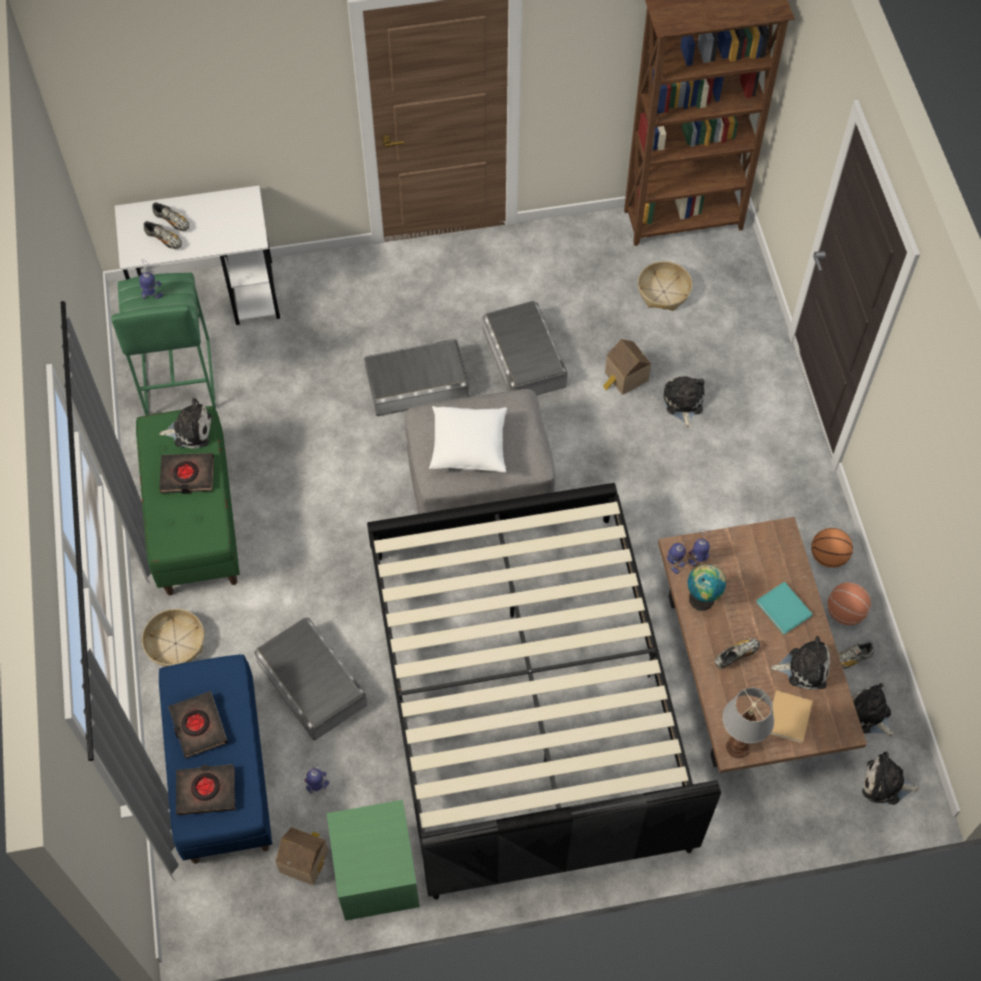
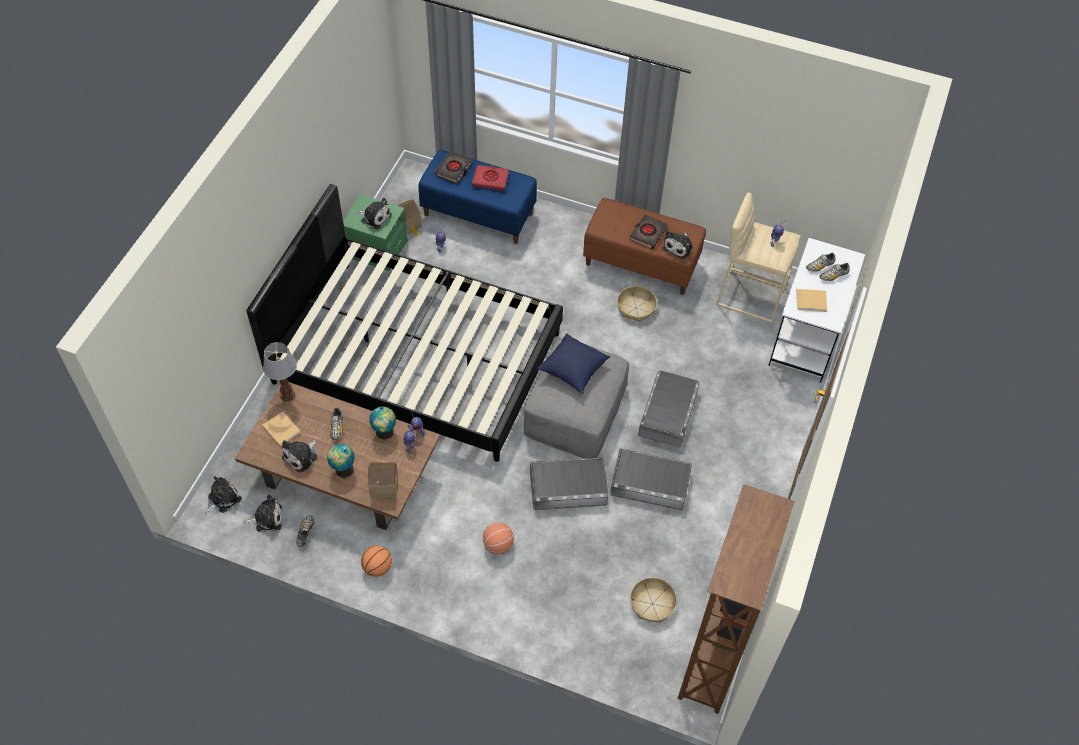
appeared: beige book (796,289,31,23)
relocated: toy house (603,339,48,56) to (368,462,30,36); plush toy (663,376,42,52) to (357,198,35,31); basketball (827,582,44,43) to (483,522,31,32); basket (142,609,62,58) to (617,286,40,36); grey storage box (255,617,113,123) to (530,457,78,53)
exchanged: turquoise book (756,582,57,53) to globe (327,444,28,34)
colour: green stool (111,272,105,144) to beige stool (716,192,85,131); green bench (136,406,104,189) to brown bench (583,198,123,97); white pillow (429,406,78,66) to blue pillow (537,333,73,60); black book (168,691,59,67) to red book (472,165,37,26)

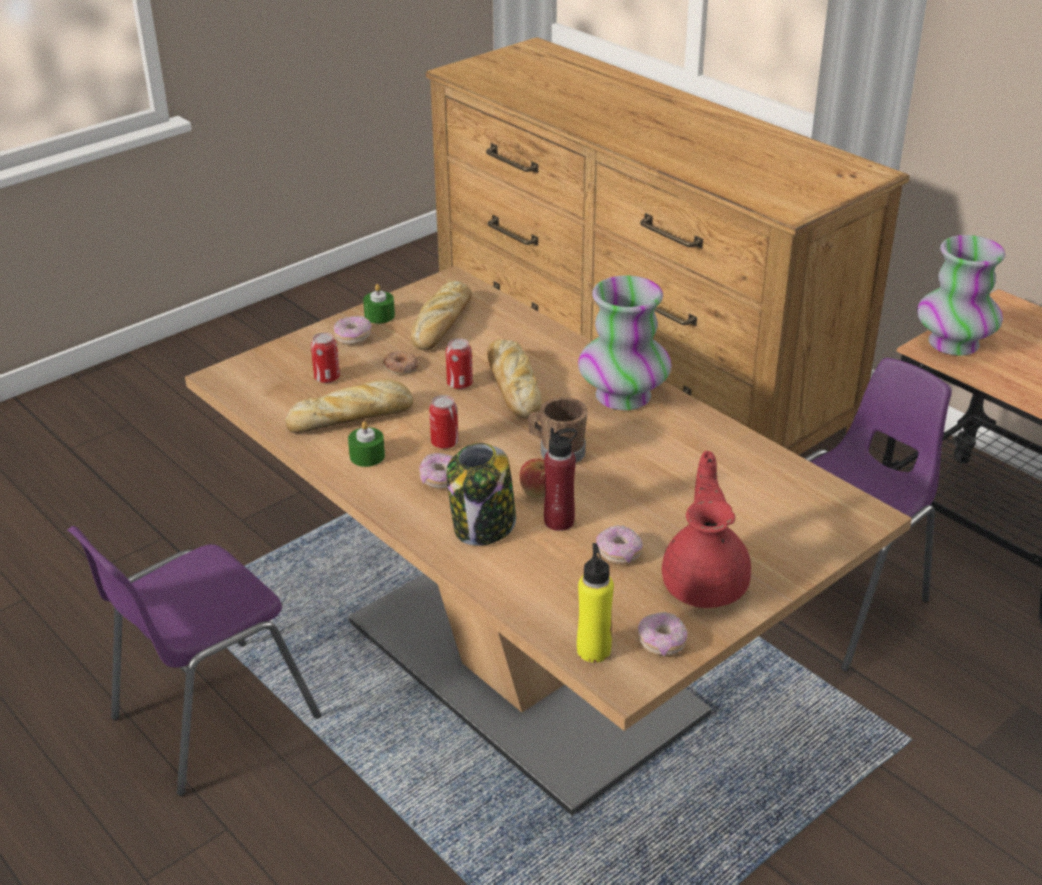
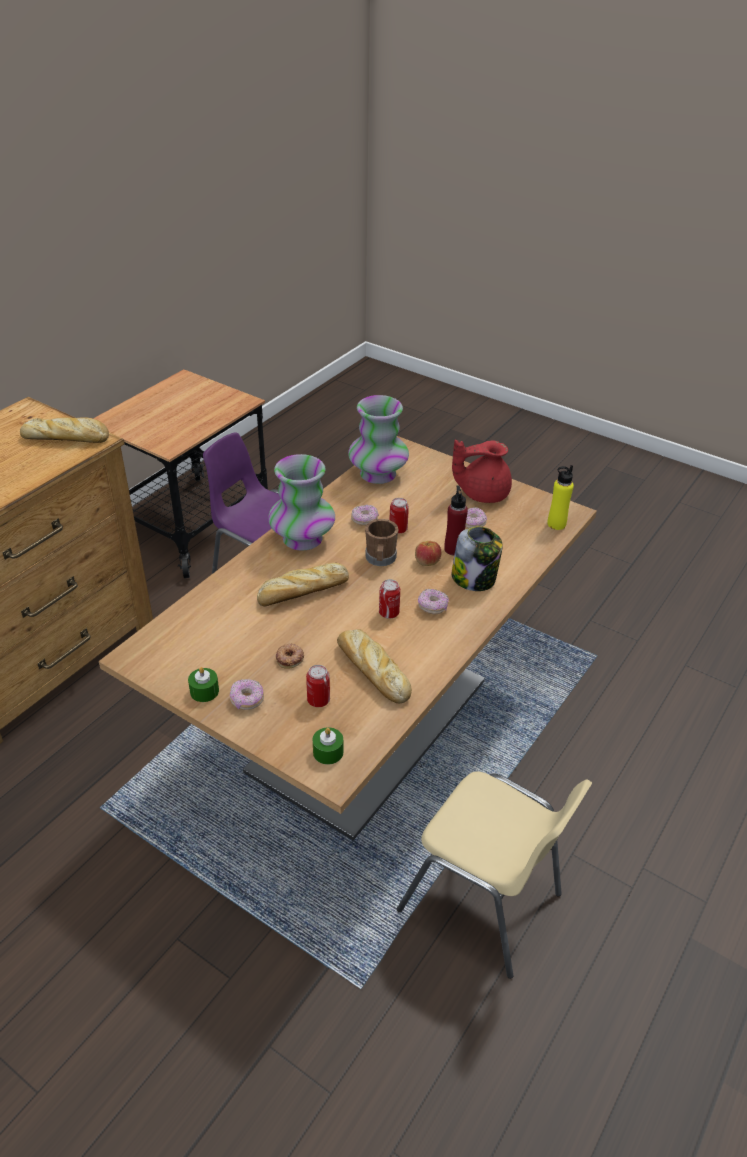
relocated: vase (917,235,88,121) to (348,395,61,89); bread (411,281,61,69) to (20,417,89,26); can (446,338,27,51) to (389,498,20,36); green candle (348,421,37,46) to (313,727,30,38); donut (638,612,50,44) to (351,505,28,21)
colour: purple chair (67,526,254,270) to beige chair (397,771,195,208)

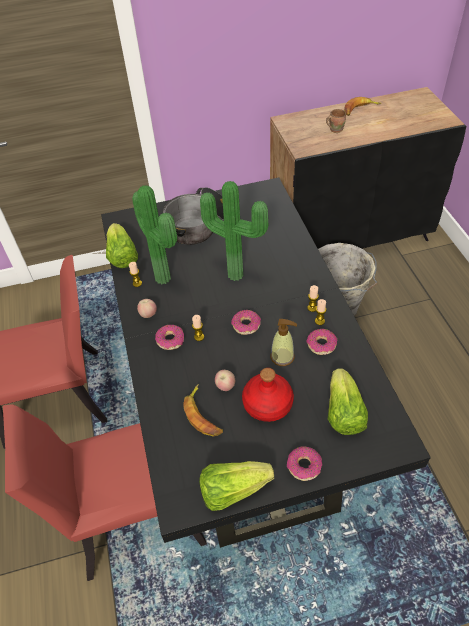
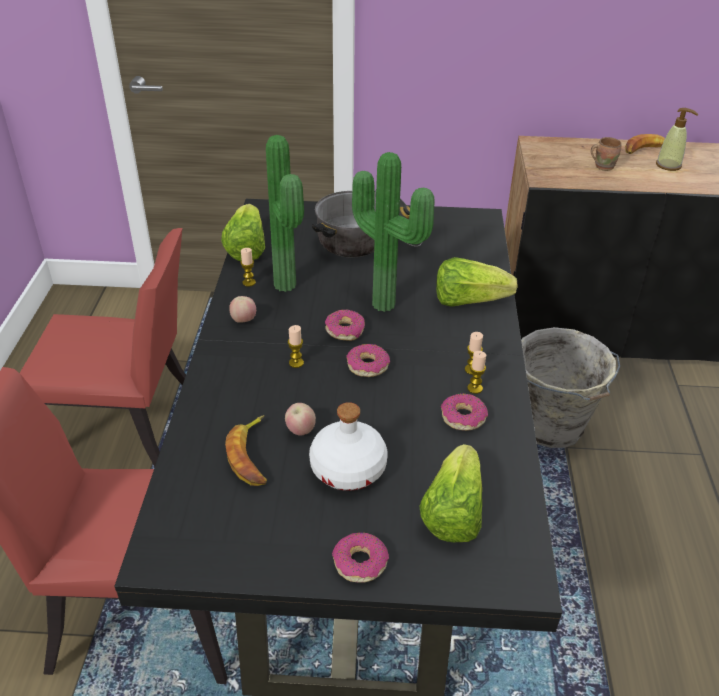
relocated: soap dispenser (271,319,26,47) to (656,108,42,63); donut (155,325,29,25) to (325,310,40,31); lettuce (199,461,75,50) to (436,257,82,50)
colour: red bottle (242,368,52,54) to white bottle (309,402,78,89)

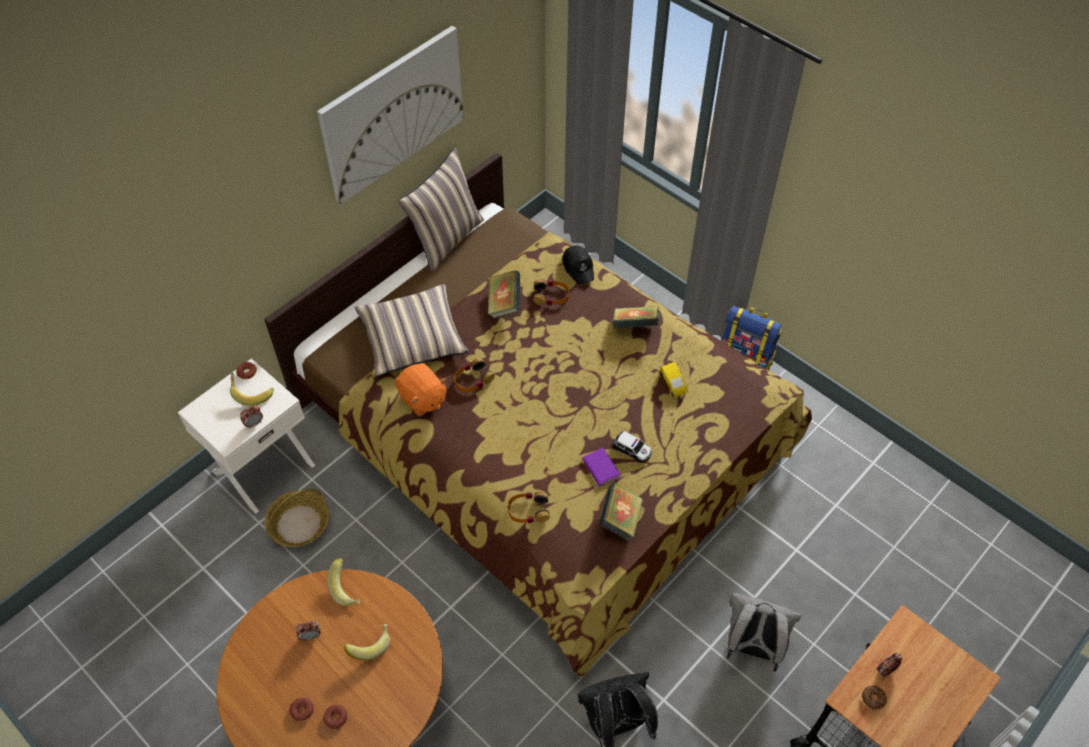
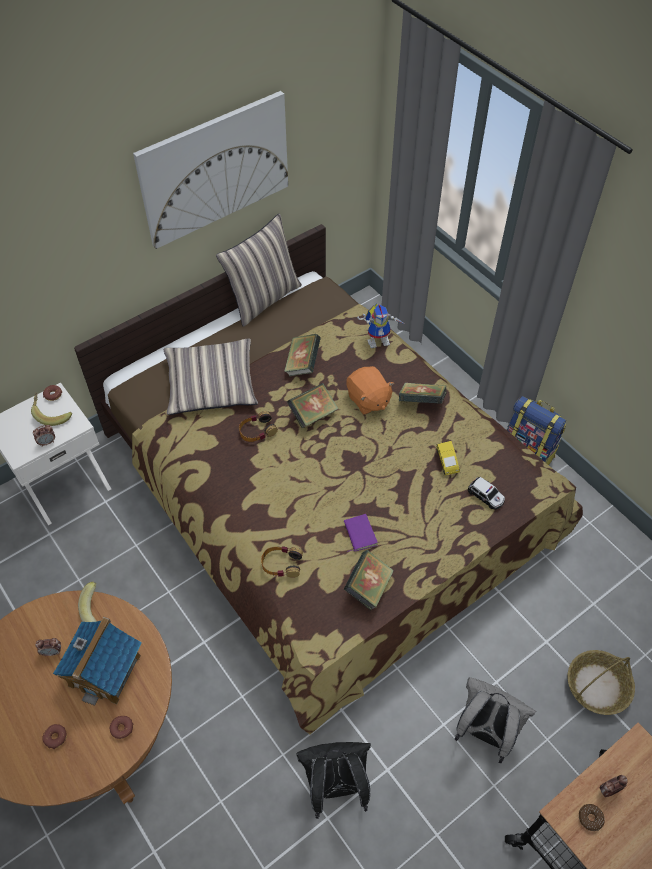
missing: headphones (533,279,36,26)
appeared: book (287,383,51,46)
relocated: orange plush toy (395,363,52,53) to (346,366,48,49); toy car (613,431,39,32) to (468,477,37,33); basket (265,489,64,58) to (568,650,67,65); donut (289,698,24,23) to (110,716,23,23)
exchanged: black cap (562,246,32,38) to toy robot (357,304,49,44); banana (344,624,46,36) to toy house (53,617,89,89)

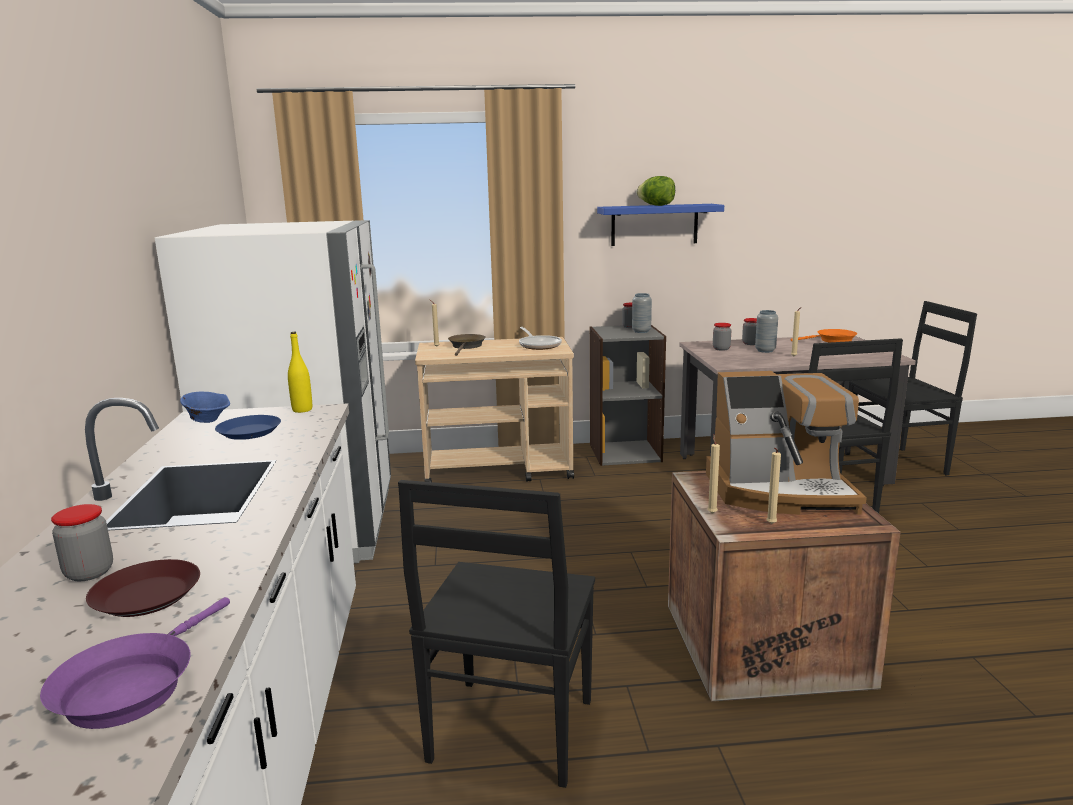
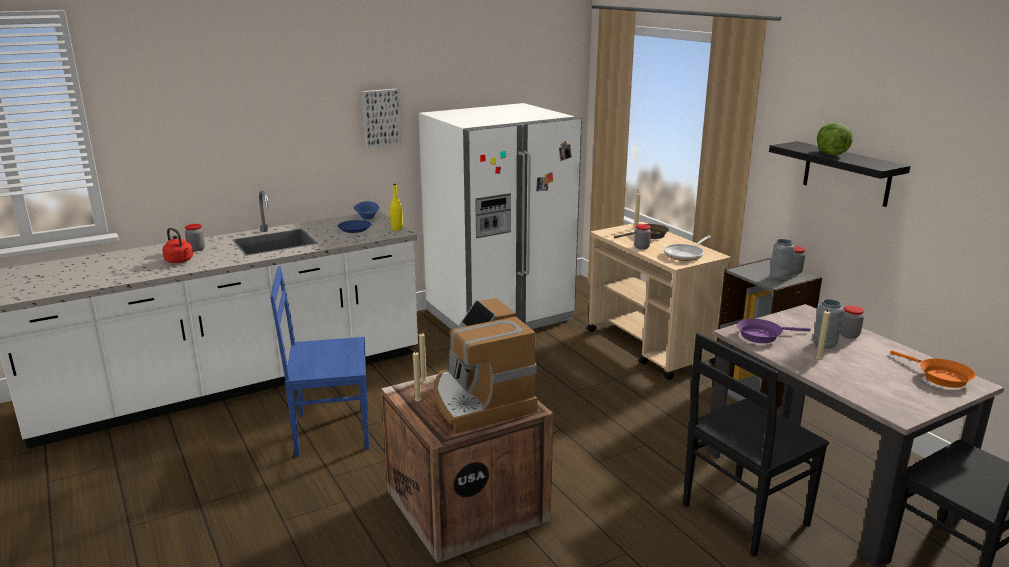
appeared: picture (362,89,39,59)
relocated: jar (713,323,18,28) to (634,224,17,26); purple frying pan (40,597,190,132) to (737,319,74,24)
exchanged: brown plate (86,559,114,58) to red kettle (162,228,31,35)
colour: blue shelf (597,204,127,42) to black shelf (769,141,141,66); black chair (398,480,197,308) to blue chair (270,266,99,191)

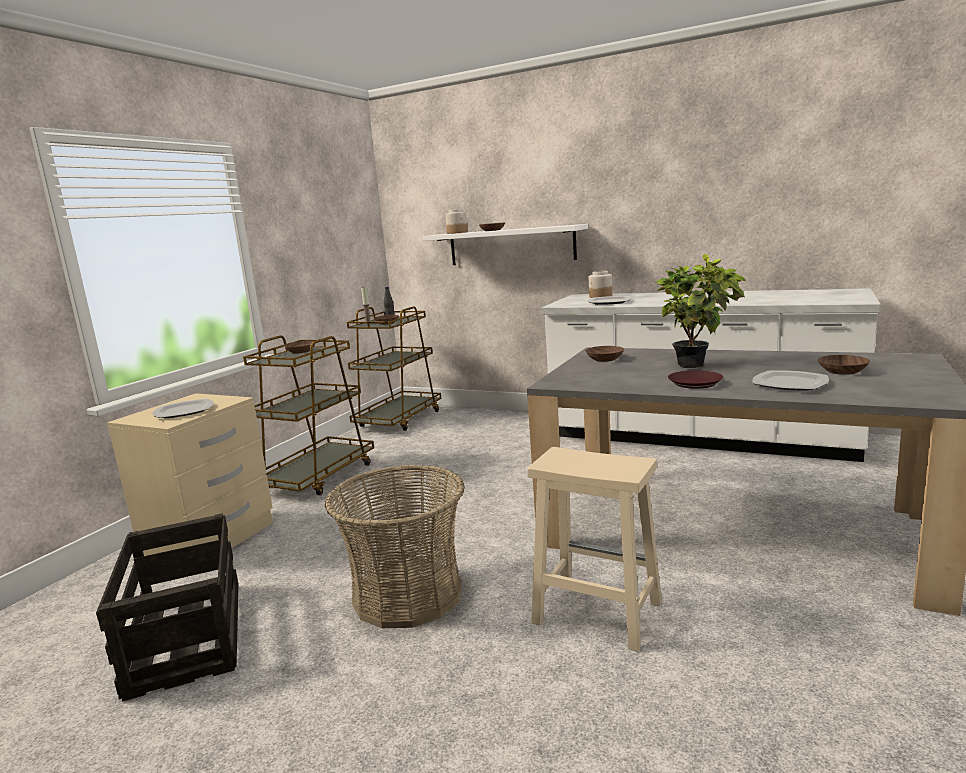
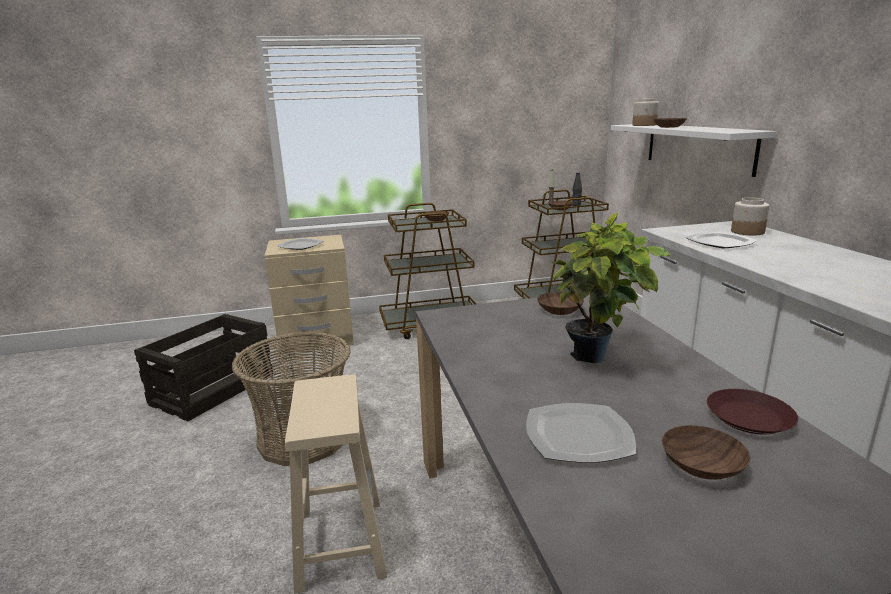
relocated: brown plate (668,370,55,19) to (707,389,91,45)

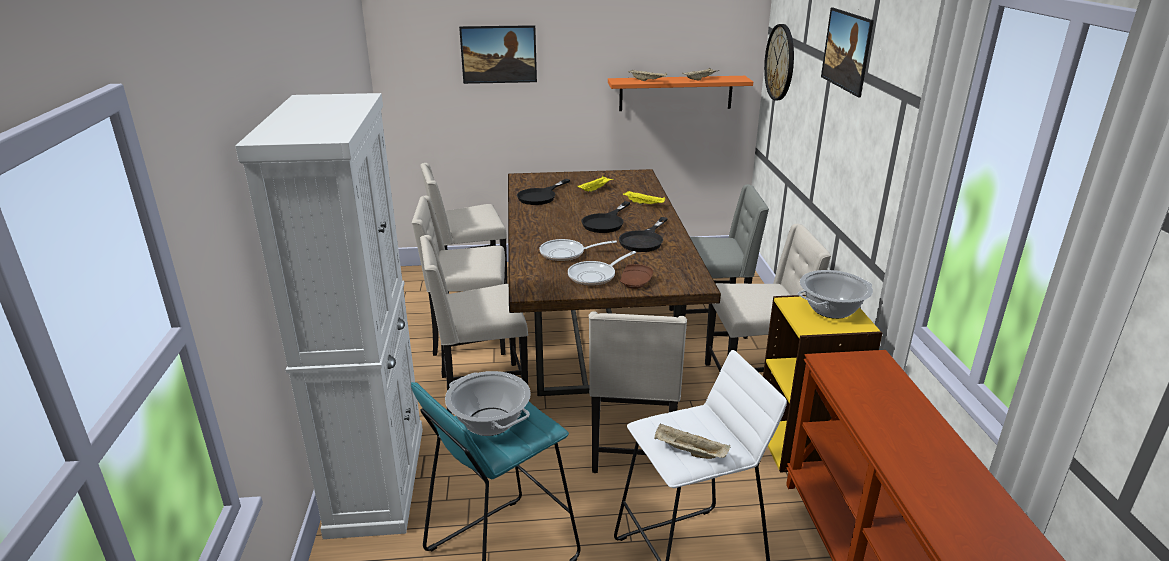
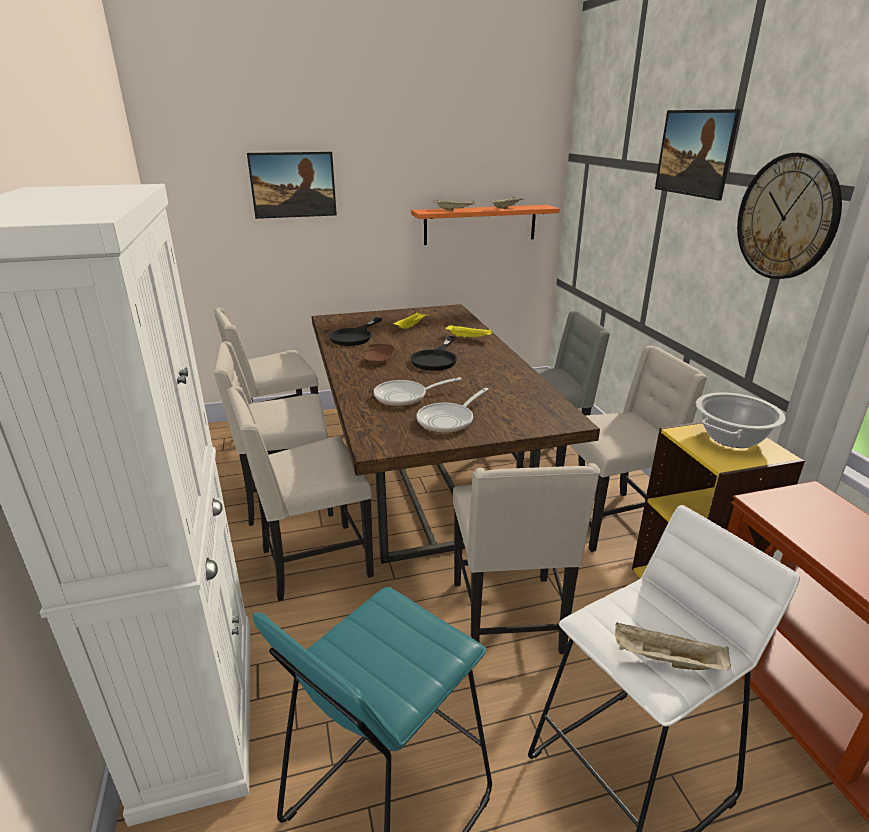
missing: black frying pan (619,217,49,35); cooking pot (445,371,86,65)
relocated: wall clock (764,24,30,76) to (737,153,105,126); brown plate (619,264,34,25) to (364,344,31,21)

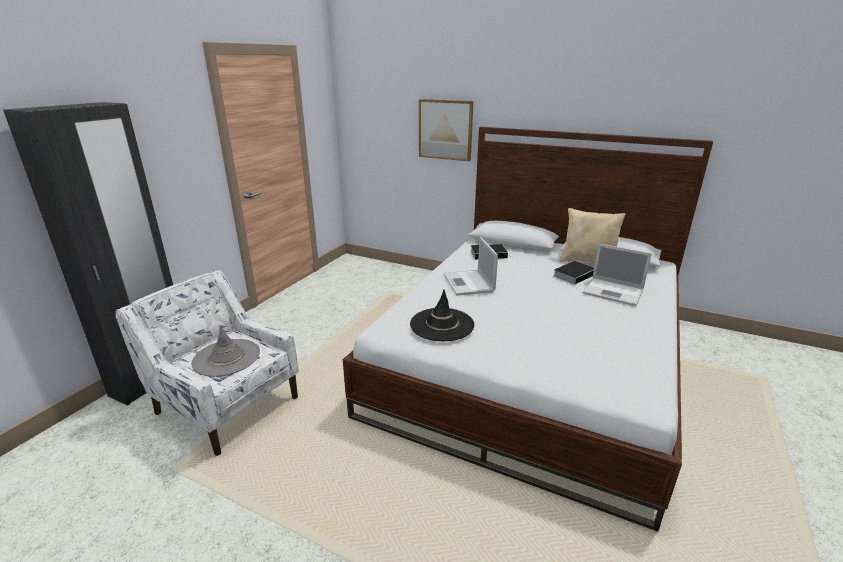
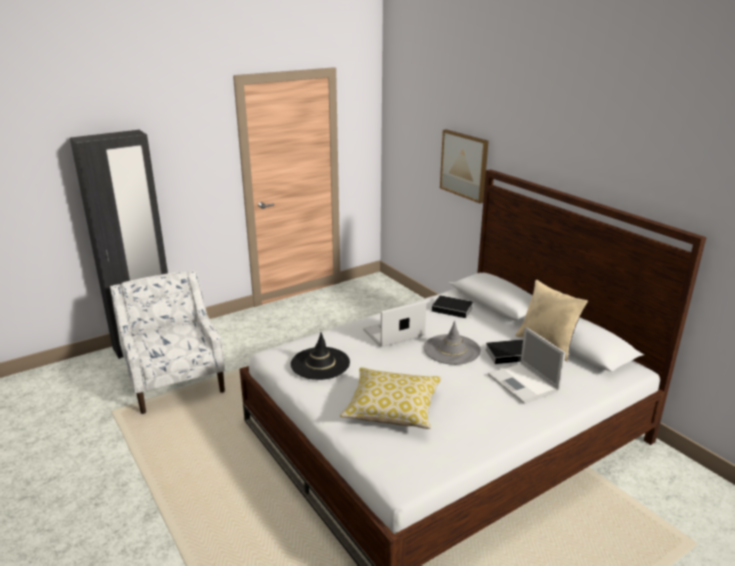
appeared: pillow (340,367,101,62)
relocated: grey hat (191,325,69,52) to (424,321,57,44)
spun: laptop (444,237,54,59) = (363,301,63,46) 45 degrees clockwise

